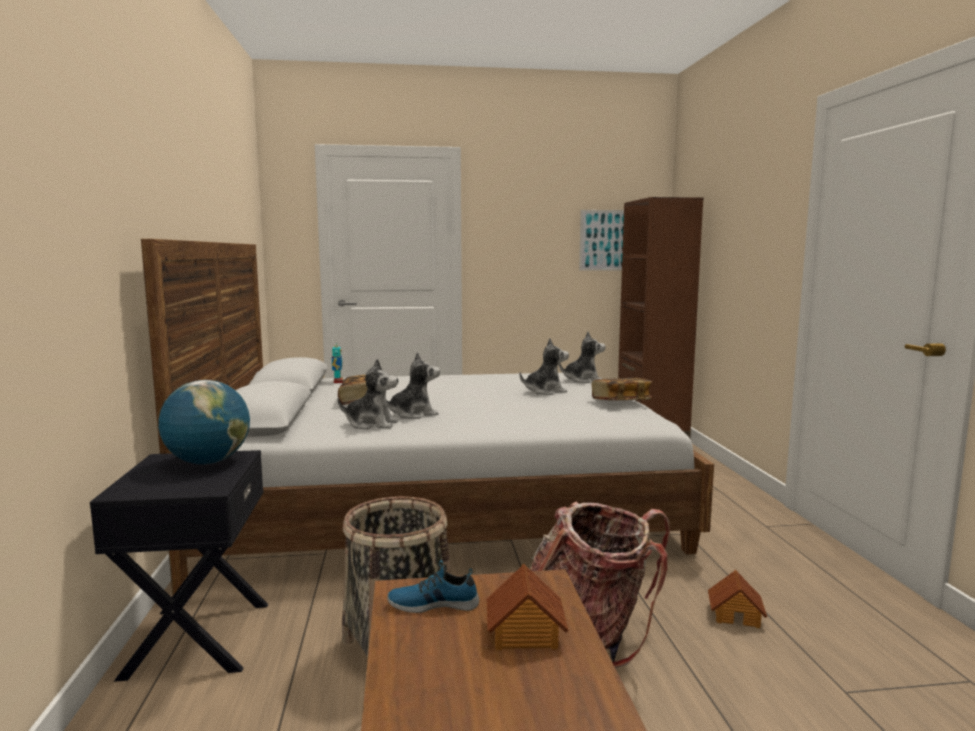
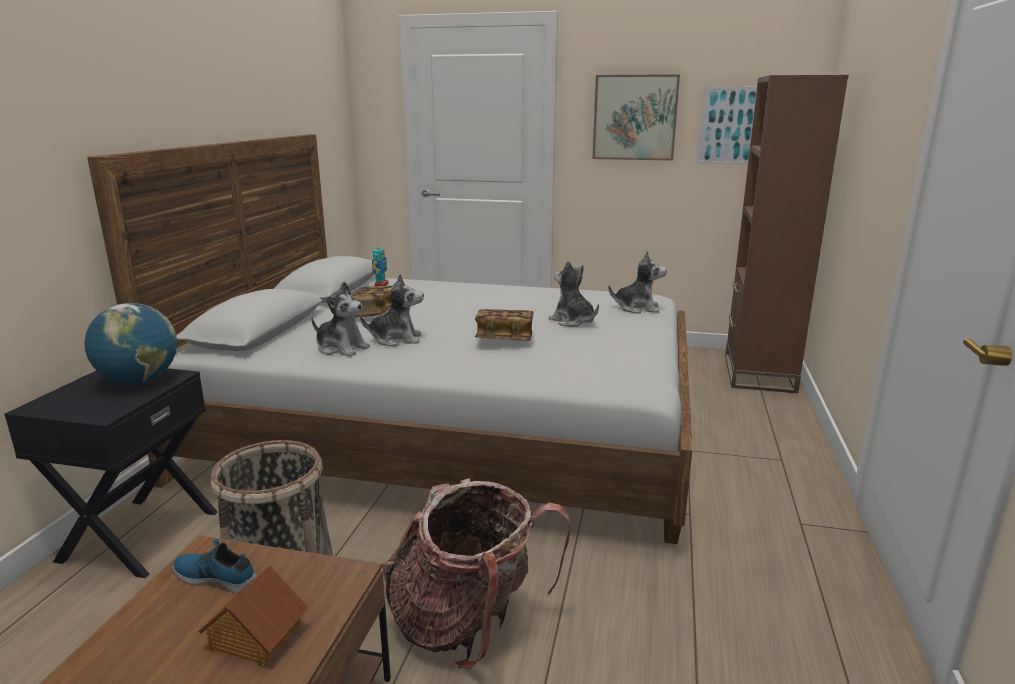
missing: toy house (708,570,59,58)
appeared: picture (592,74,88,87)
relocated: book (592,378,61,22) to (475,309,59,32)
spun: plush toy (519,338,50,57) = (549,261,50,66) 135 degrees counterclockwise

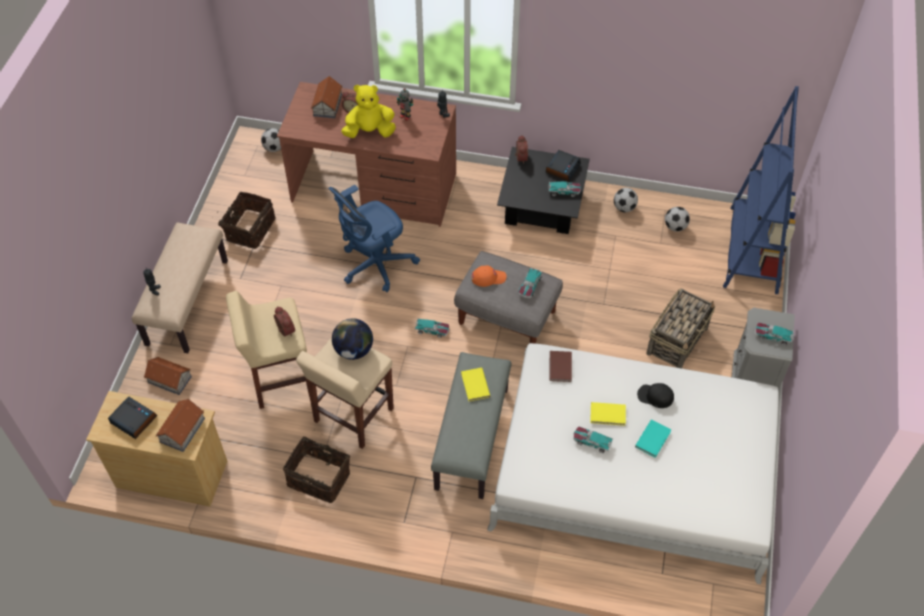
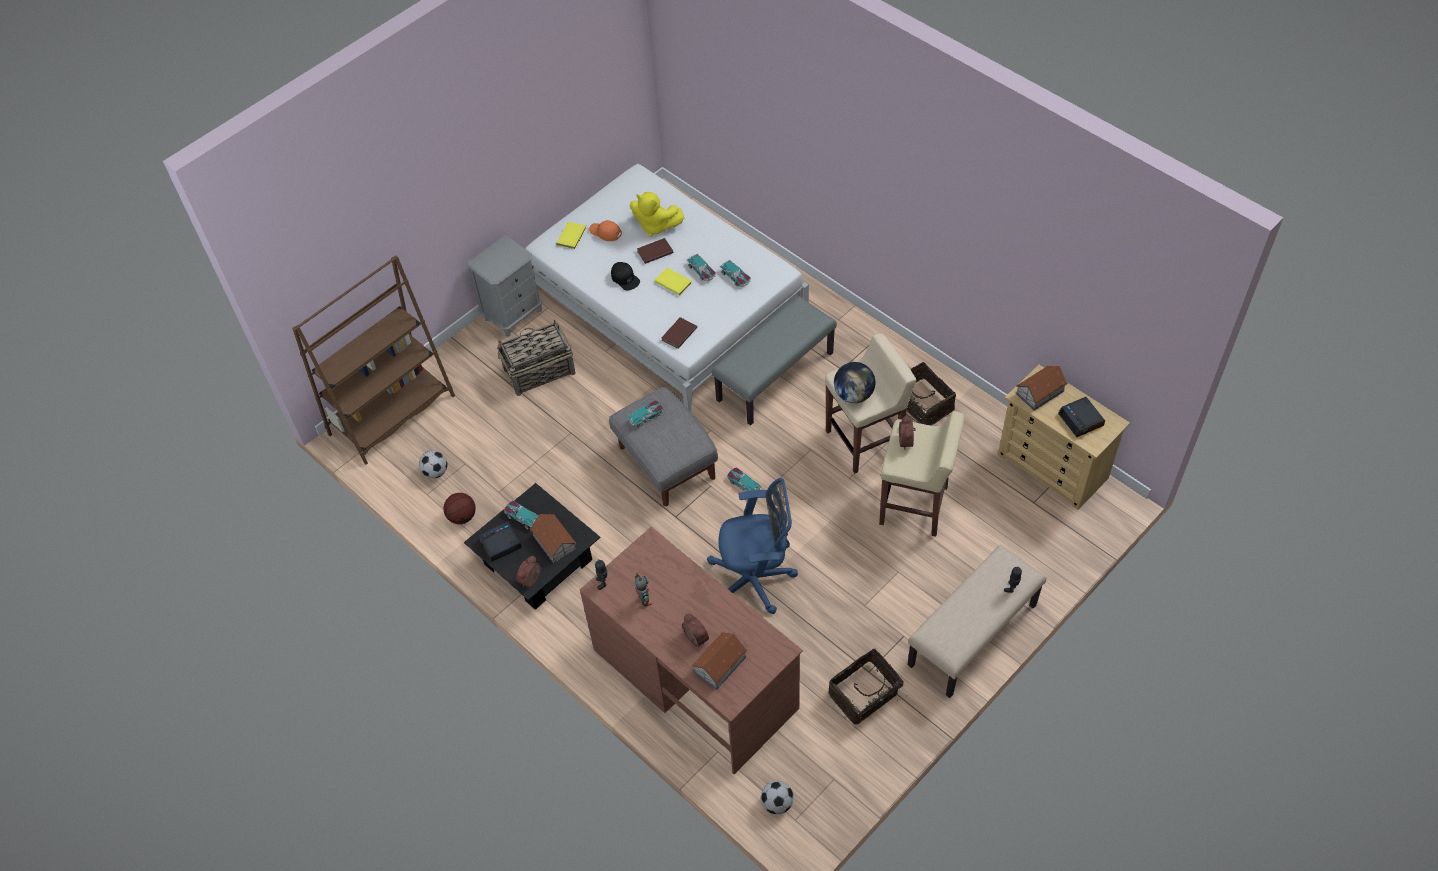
relocated: yellow plush toy (341,85,55,53) to (630,192,55,45); orange cap (472,266,34,21) to (589,220,33,21); toy car (754,322,40,24) to (720,260,31,27); toy house (144,357,48,38) to (530,514,46,50); yellow book (461,367,29,34) to (556,222,30,27)
exchanged: football (614,188,24,24) to basketball (444,493,32,31)
colour: blue bookcase (723,86,76,208) to brown bookcase (292,255,163,210); turquoise book (635,420,36,38) to brown book (637,238,37,26)

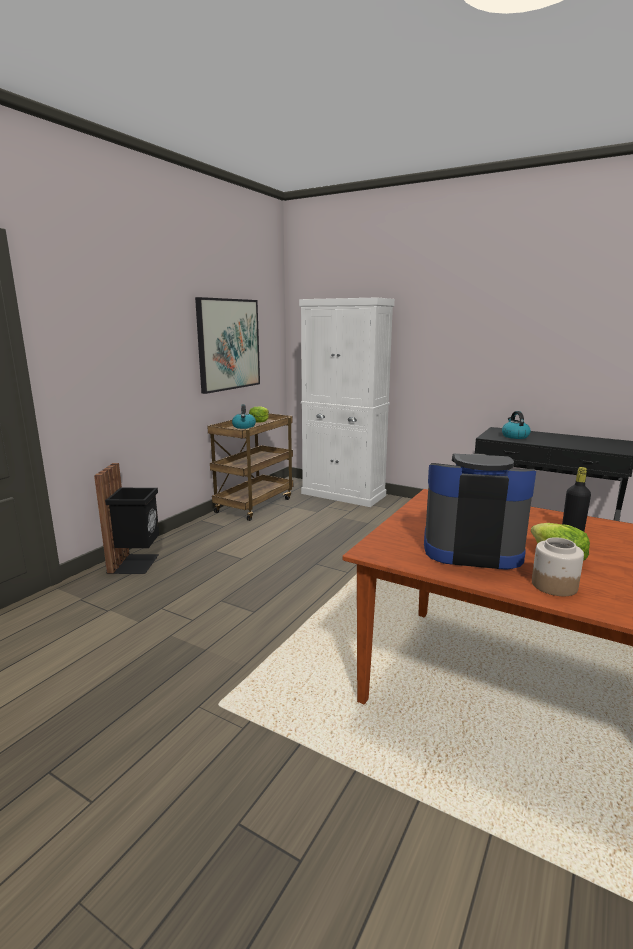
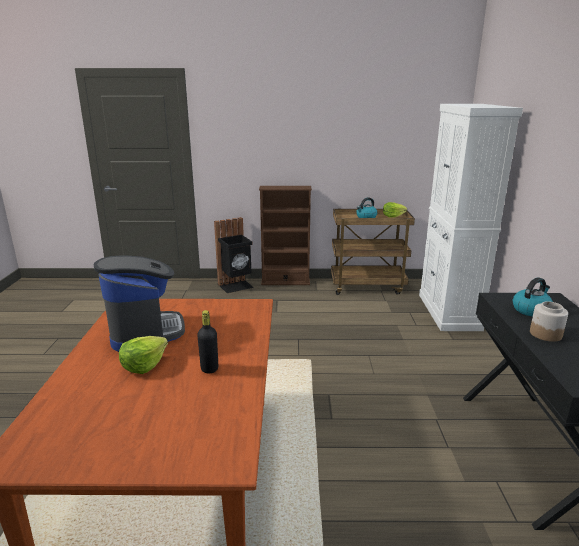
missing: picture (195,297,65,97)
appeared: brown bookcase (259,186,53,99)
relocated: jar (532,537,52,59) to (530,301,38,41)

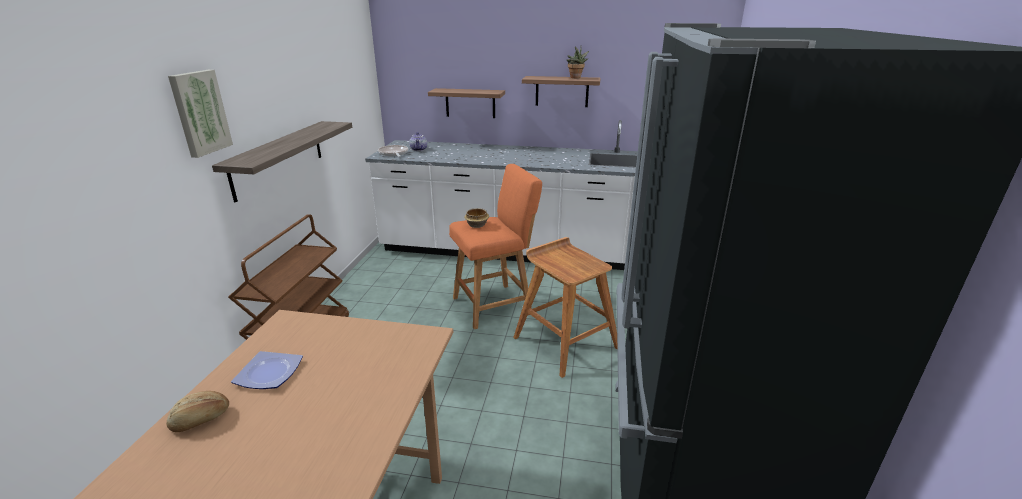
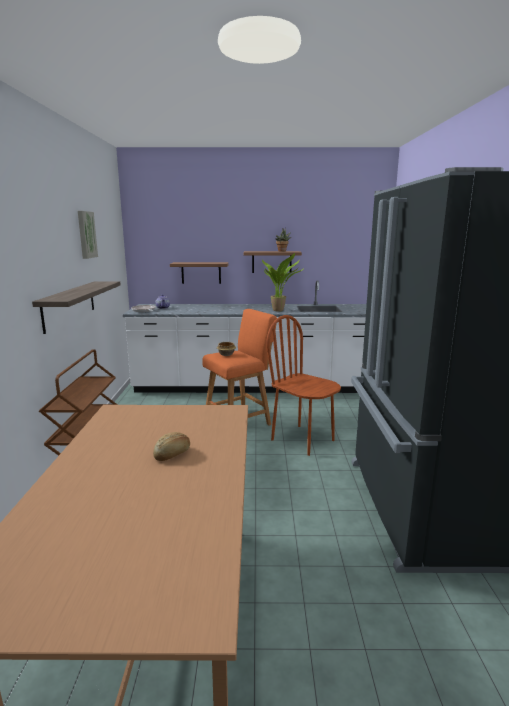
missing: plate (231,351,72,38)
appeared: potted plant (262,253,41,59)
relocated: picture (168,70,65,88) to (78,211,20,48); bread (166,391,63,41) to (153,432,37,29)
exchanged: brown stool (513,237,104,141) to brown chair (266,315,75,141)

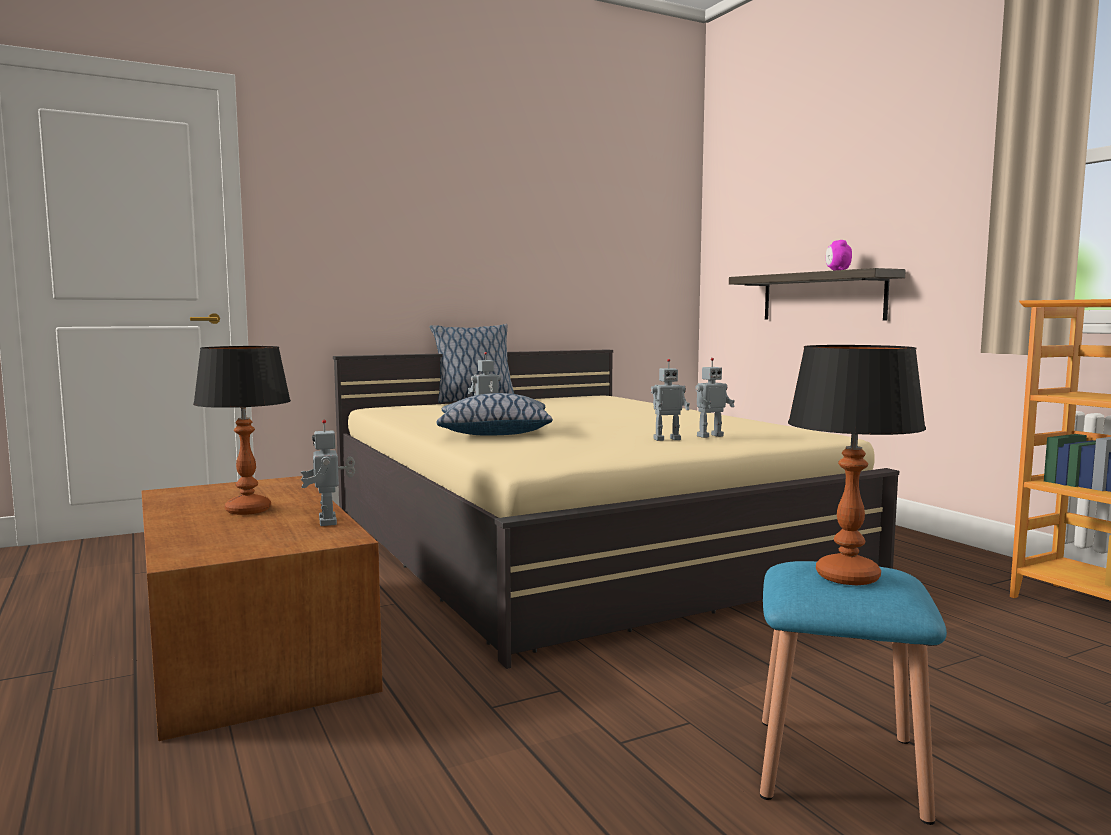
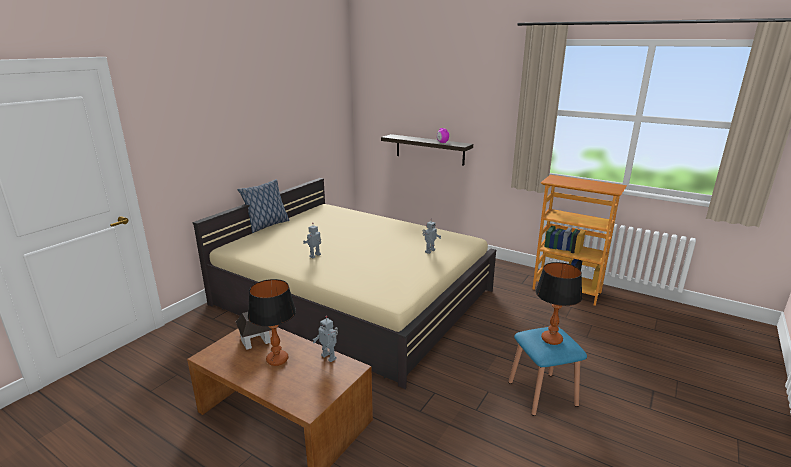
missing: toy robot (651,359,39,82); pillow (436,393,117,43)
appeared: toy house (236,312,36,38)

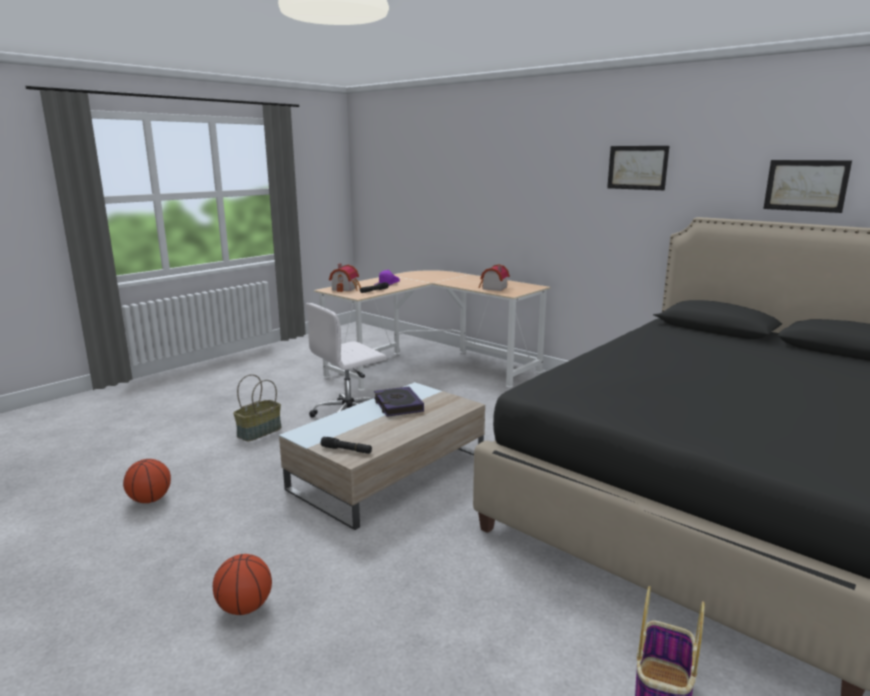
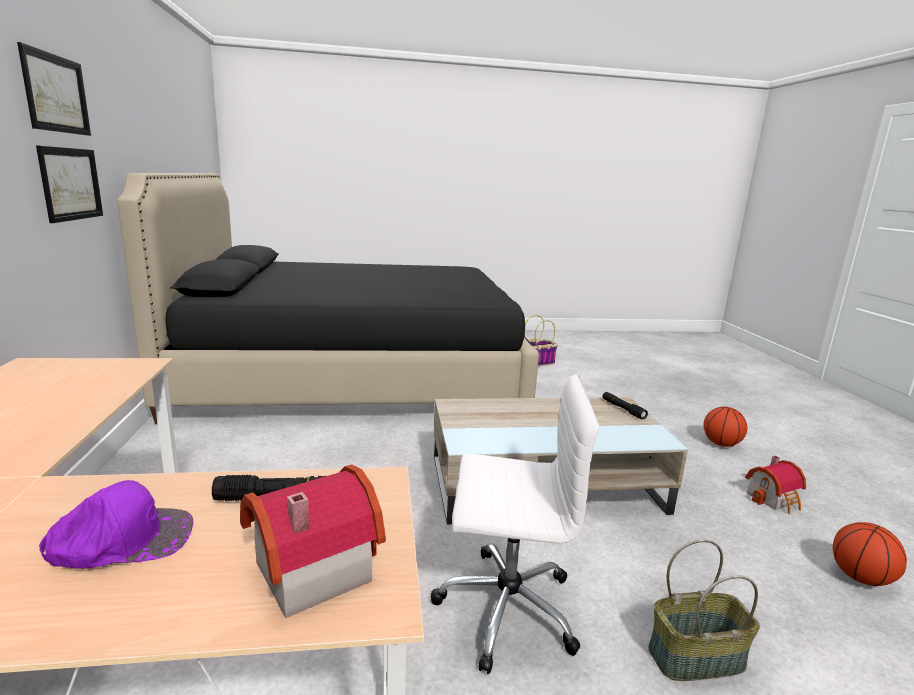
missing: book (374,386,50,31)
relocated: picture (763,160,89,53) to (36,145,67,78); toy house (479,264,31,27) to (745,455,61,59)

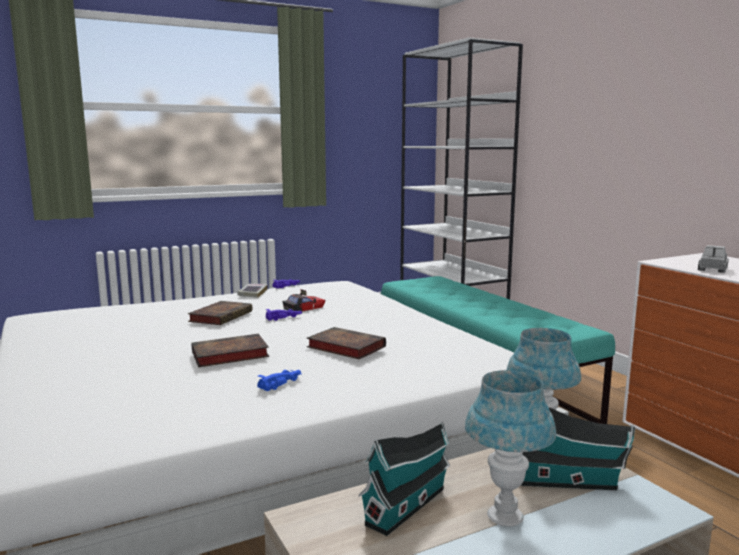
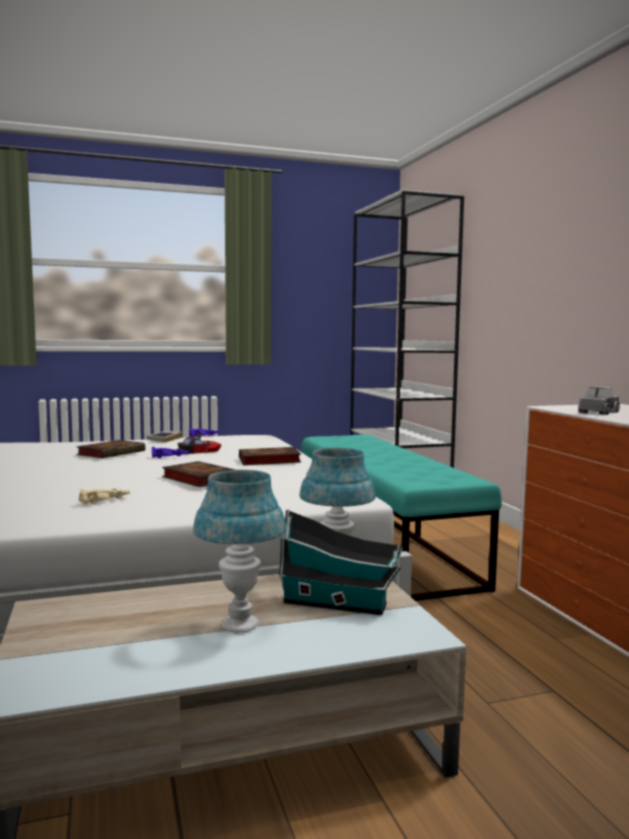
missing: toy house (358,422,92,114)
relocated: book (191,334,78,33) to (239,447,62,18)
colour: blue toy car (257,370,44,21) to beige toy car (79,488,51,16)

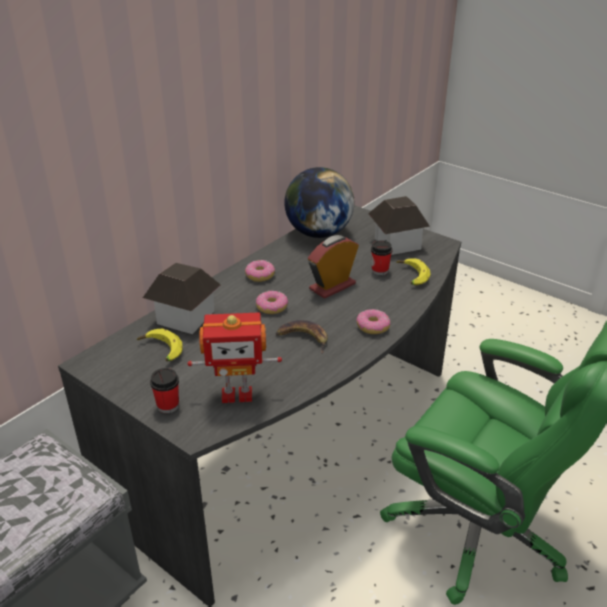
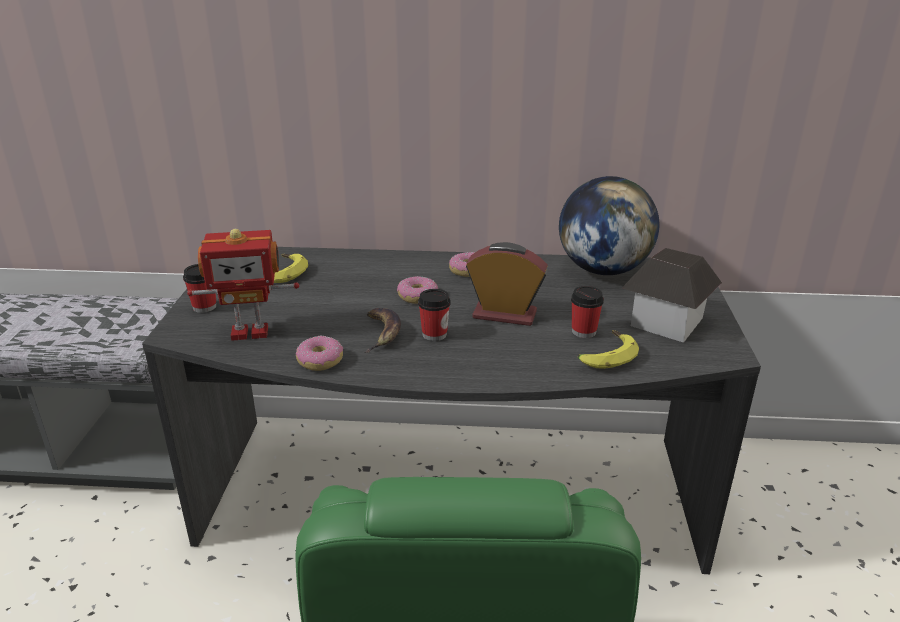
missing: toy house (143,263,78,71)
appeared: cup (418,289,32,52)
relocated: donut (356,309,35,25) to (296,335,47,36)
spun: toy robot (187,313,95,90) = (187,229,112,112) 60 degrees counterclockwise

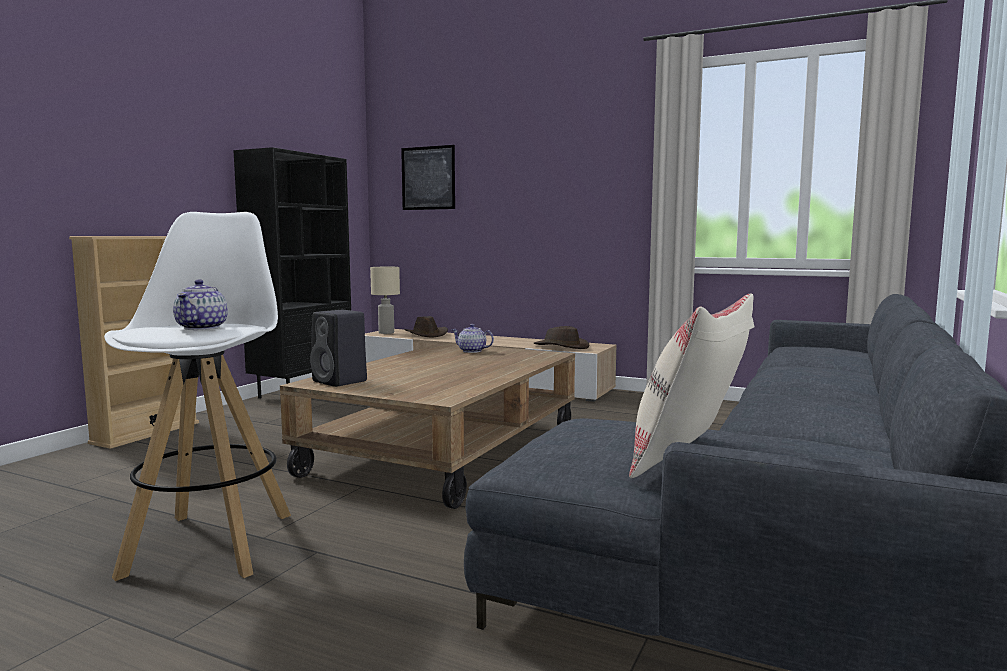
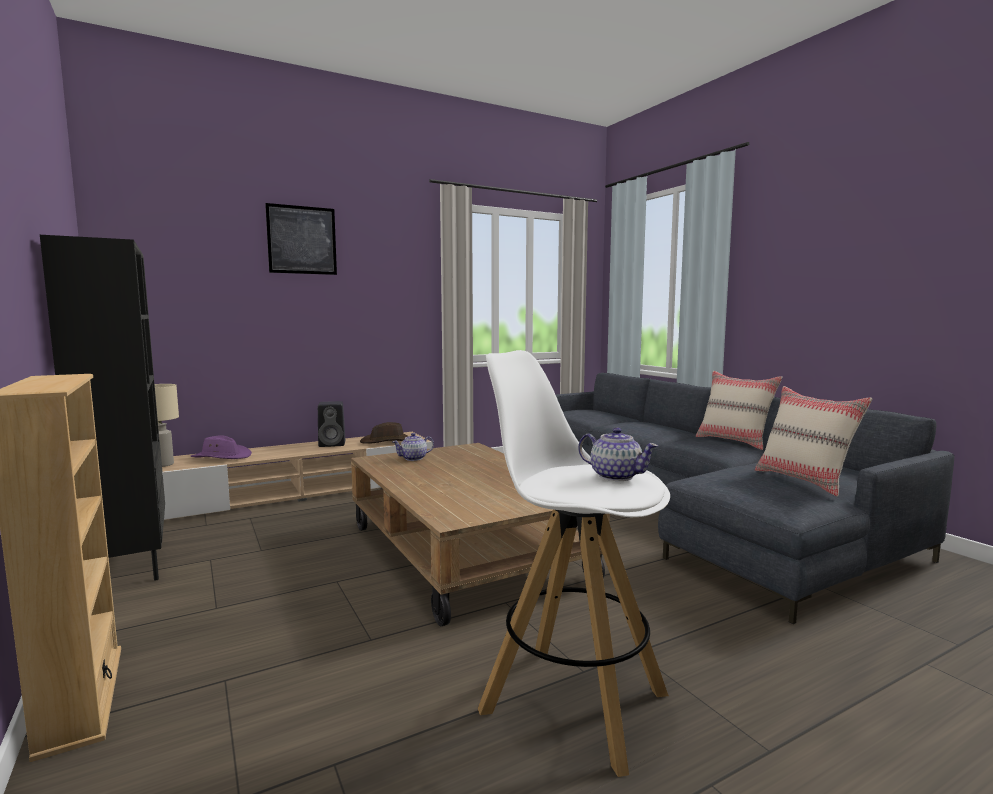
appeared: beige pillow (696,371,86,79)
relocated: picture (401,145,54,65) to (265,203,72,72); black speaker (310,310,57,77) to (318,401,27,46)
colour: brown hat (404,316,44,21) to purple hat (191,435,61,24)

